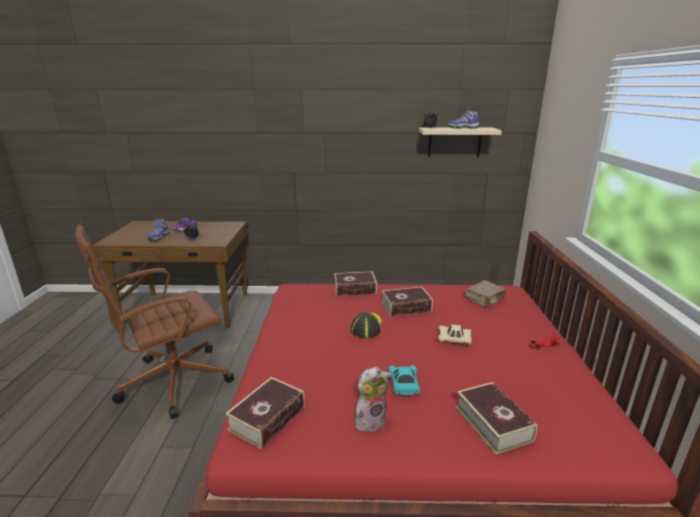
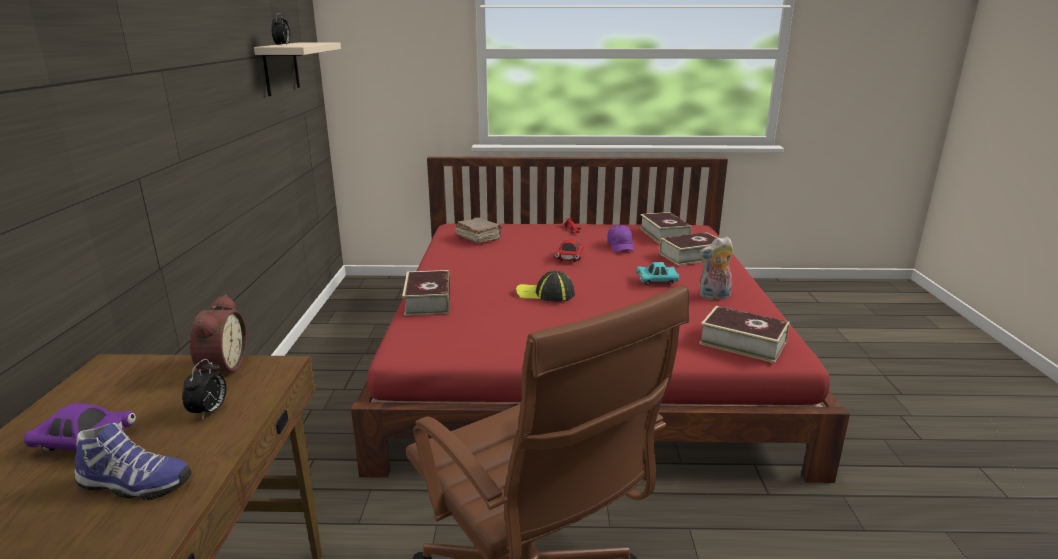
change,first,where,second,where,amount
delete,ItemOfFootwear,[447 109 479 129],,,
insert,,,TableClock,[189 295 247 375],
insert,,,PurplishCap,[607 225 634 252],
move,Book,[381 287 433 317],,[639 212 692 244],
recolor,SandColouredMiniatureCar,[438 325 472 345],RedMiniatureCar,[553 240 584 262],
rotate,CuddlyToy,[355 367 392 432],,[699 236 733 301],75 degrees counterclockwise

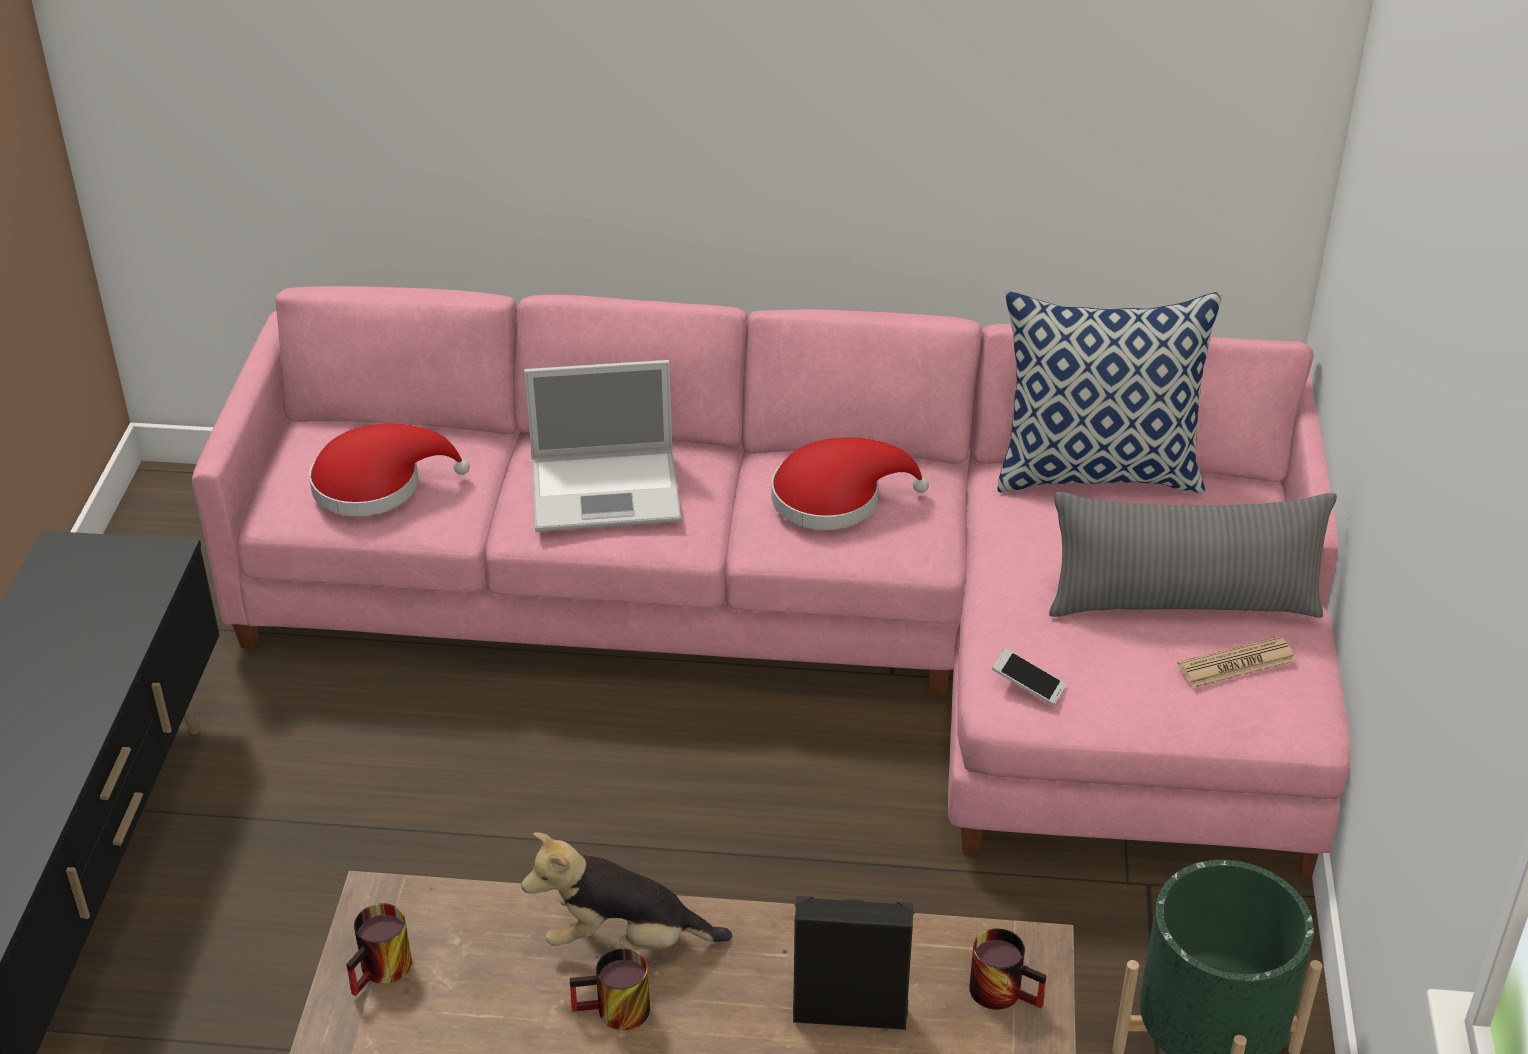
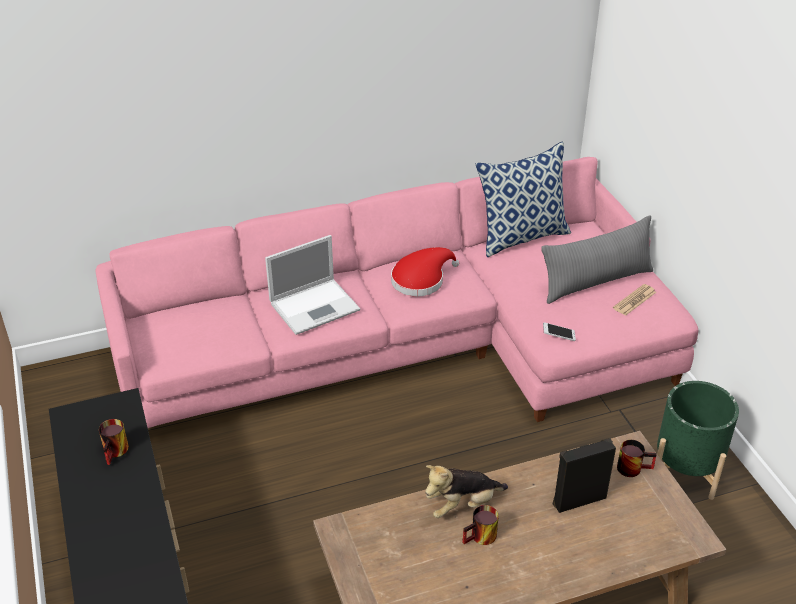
change,first,where,second,where,amount
delete,RedHat,[309 423 470 516],,,
move,CoffeeMug,[346 903 412 996],,[99 419 129 465],

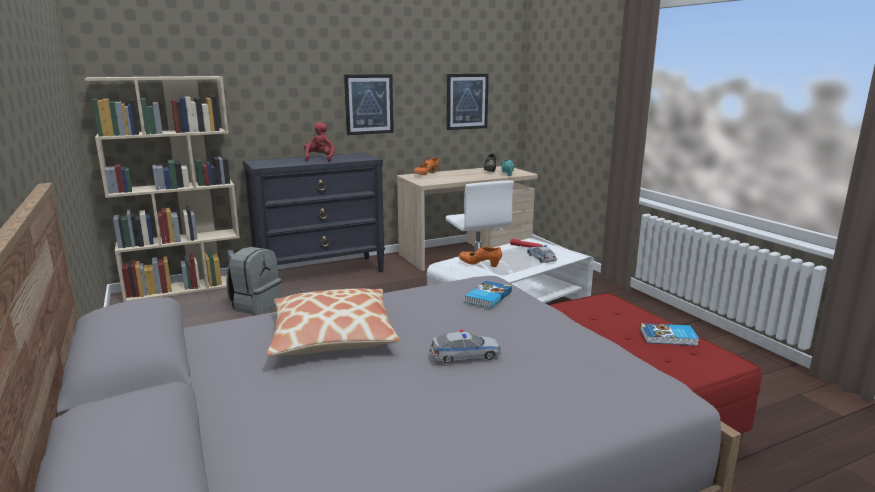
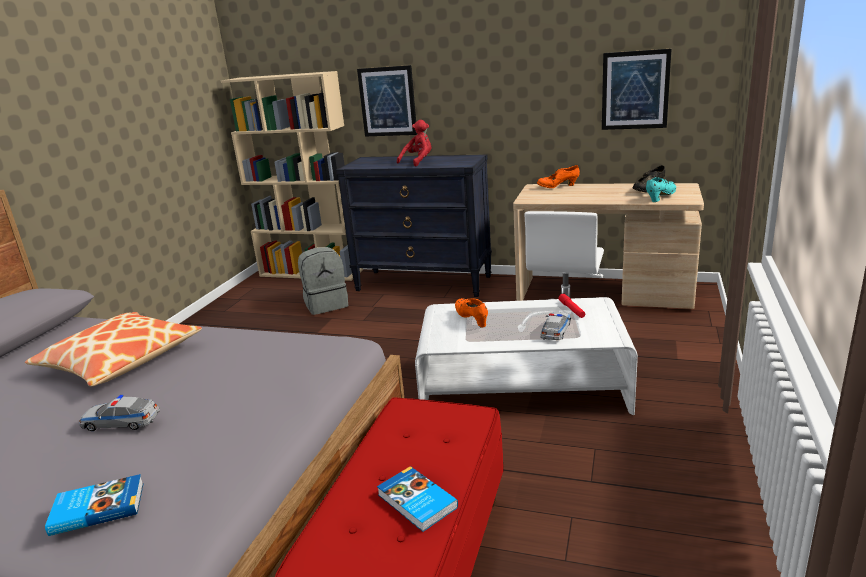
change,first,where,second,where,amount
move,WallArt,[344 74 394 135],,[357 65 417 136],
move,Book,[464 281 512 308],,[45 474 144 536],
rotate,MiniatureCar,[429 329 501 363],,[79 395 160 431],150 degrees clockwise

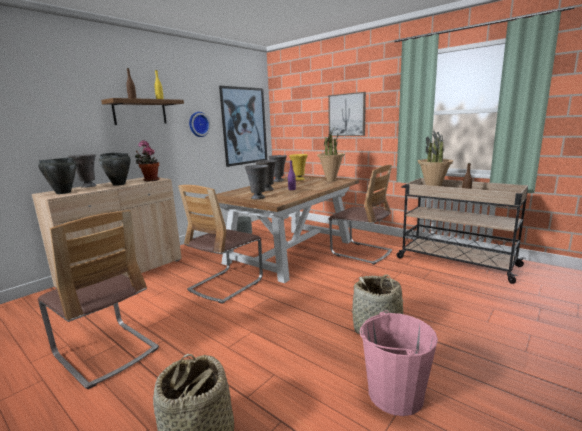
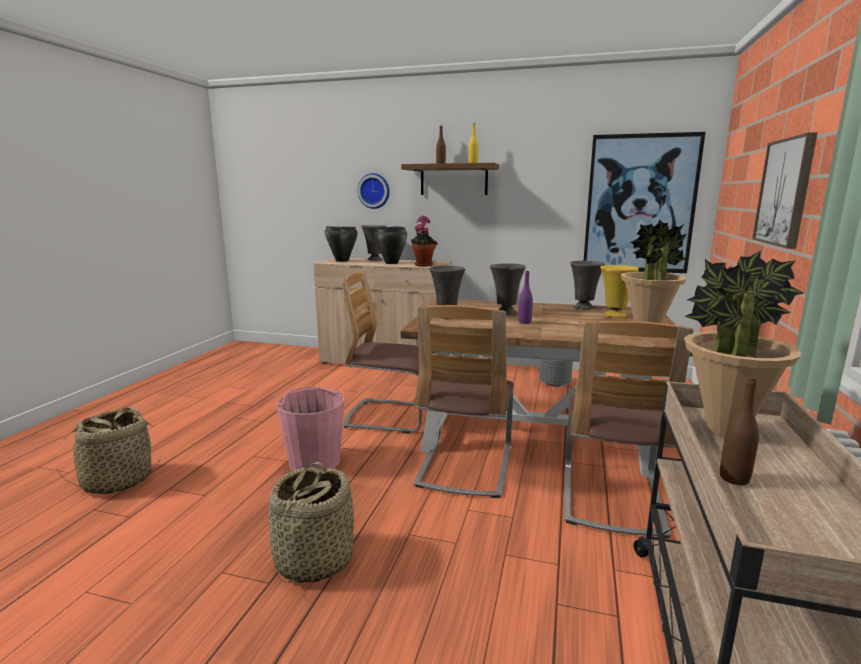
change,first,where,second,where,amount
move,Chair,[37 210 159 389],,[414 305 514 498],
move,WallClock,[189 112 211 137],,[357 173 390 209],
move,PinkWaterBucket,[360 310 438 416],,[276 387 344 471],

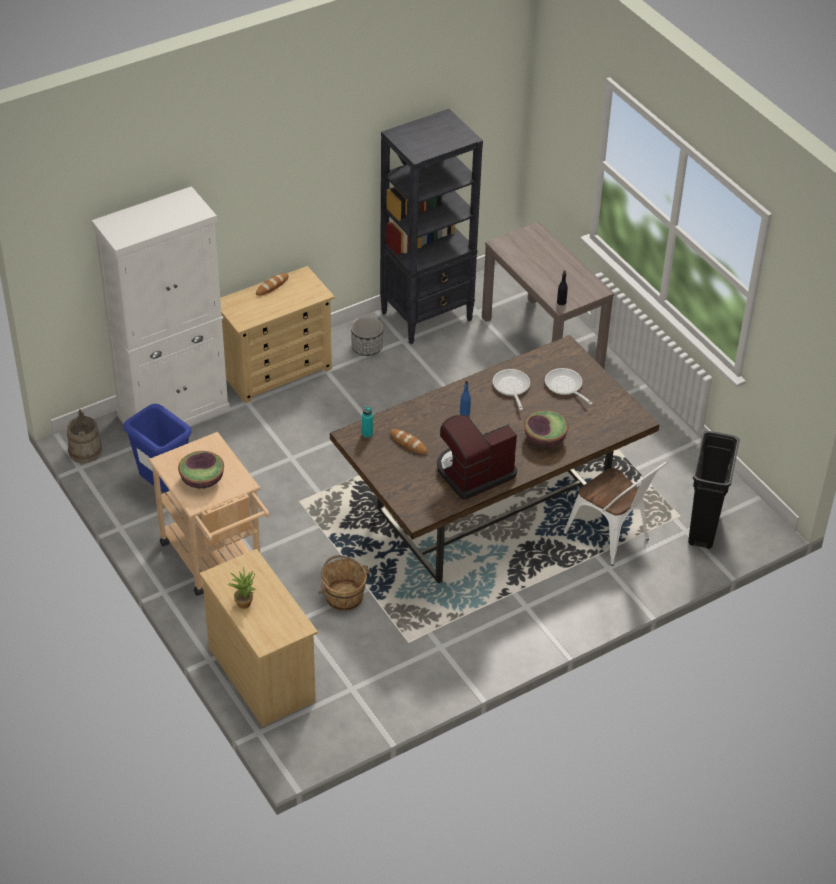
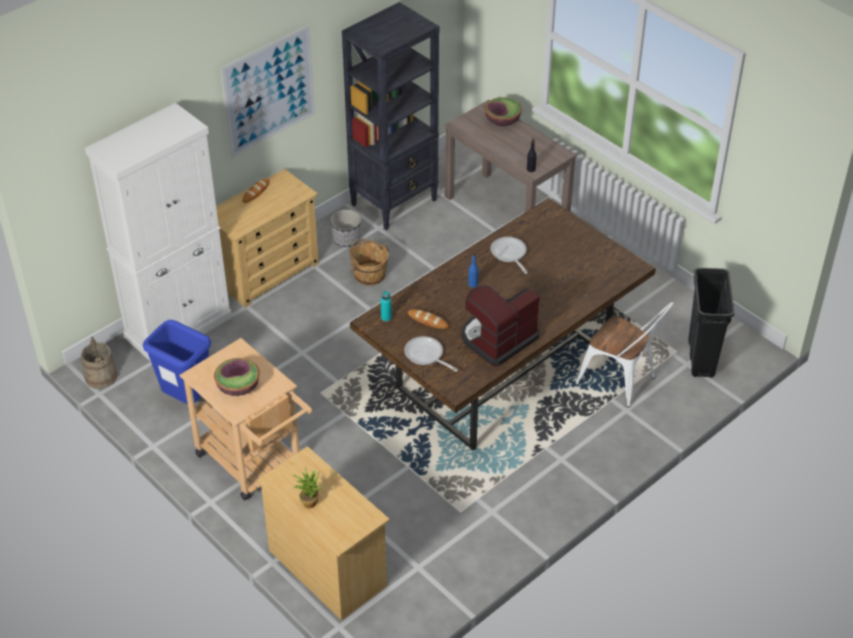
change,first,where,second,where,amount
insert,,,WallArt,[221 25 315 158],
move,BrownColouredWaterBucket,[318 555 371 611],,[349 239 389 286],
move,ServingBowl,[524 410 568 447],,[485 97 522 126],
move,Pan,[545 368 593 405],,[404 336 458 372],

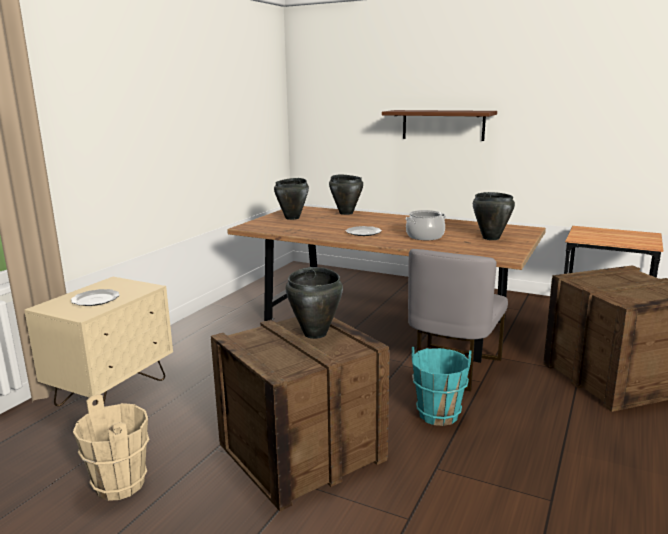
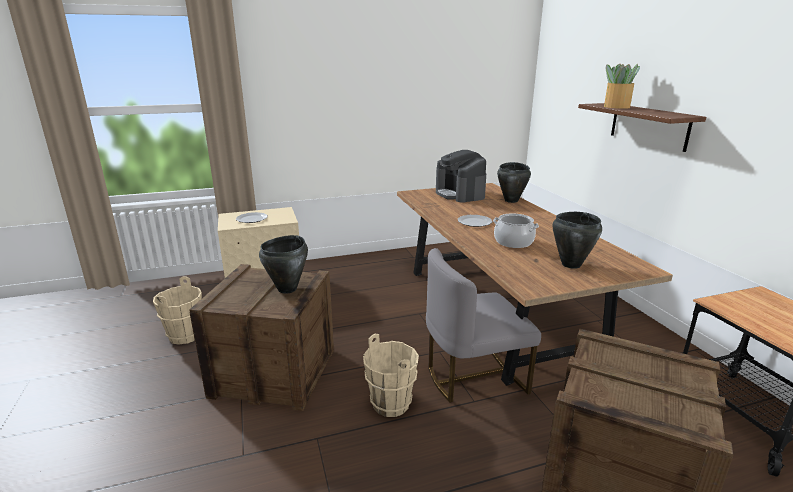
change,first,where,second,where,amount
insert,,,Houseplant,[604 64 640 109],
replace,BlackishSaucepot,[274 178 309 220],CoffeeMaker,[436 150 486 203],
recolor,BlueGreenWaterBucket,[412 347 472 426],SandColouredWaterBucket,[363 334 419 417],

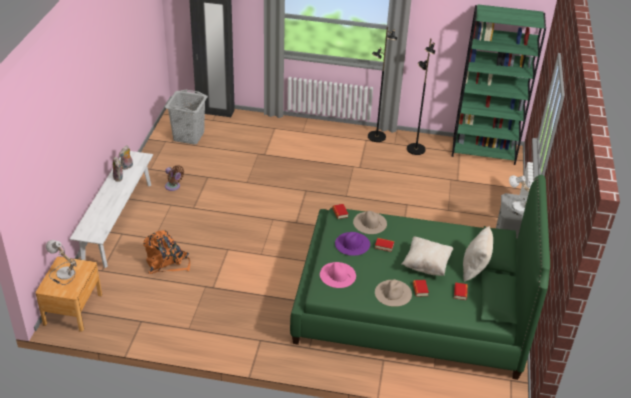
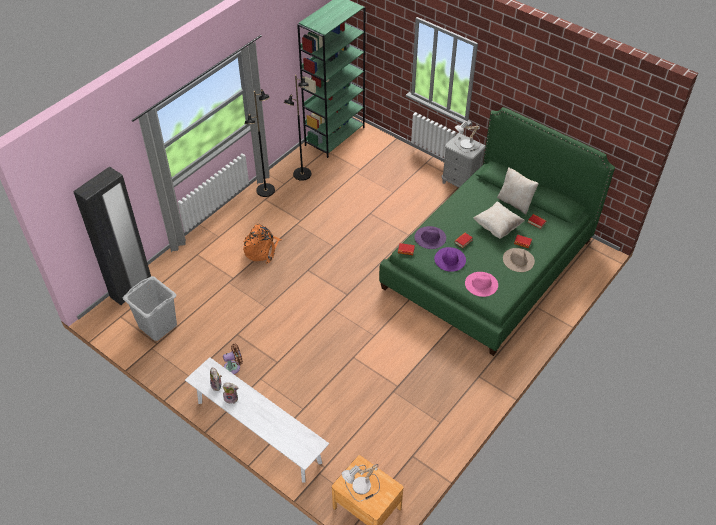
change,first,where,second,where,amount
move,OrangeyKnapsack,[143 230 190 274],,[243 224 282 264],
recolor,SandColouredHat,[353 211 387 234],PurplishHat,[415 226 446 249],

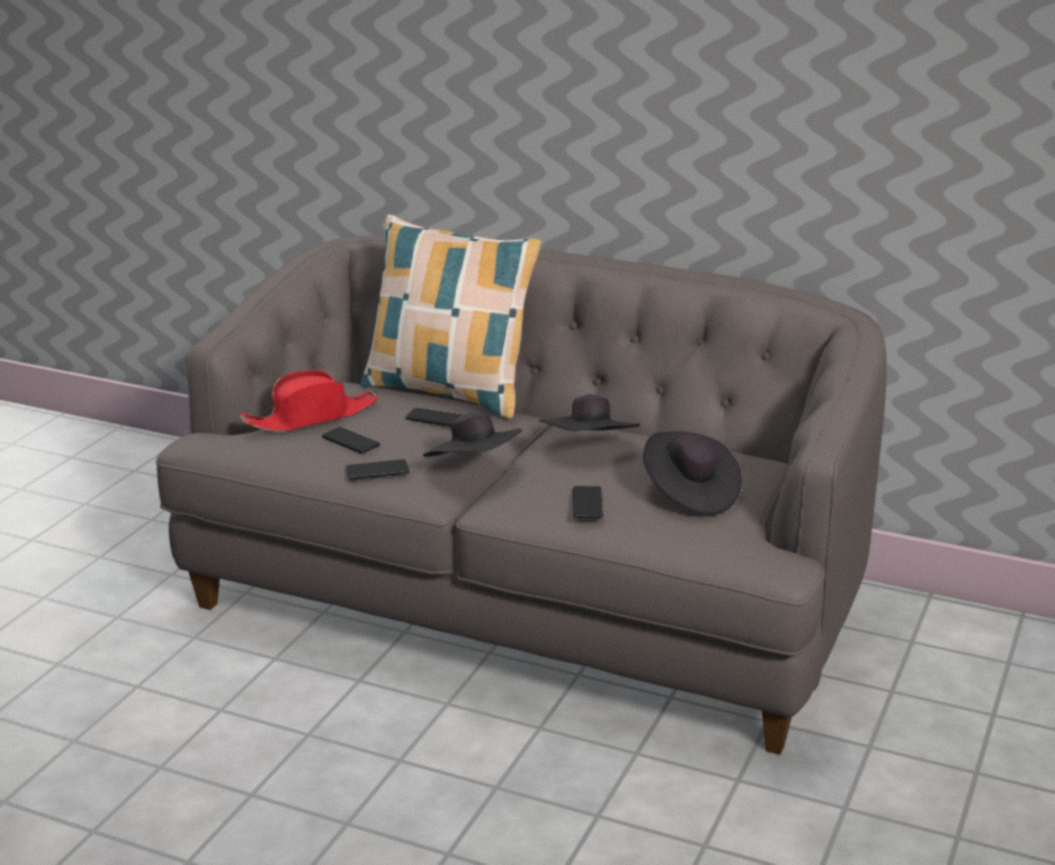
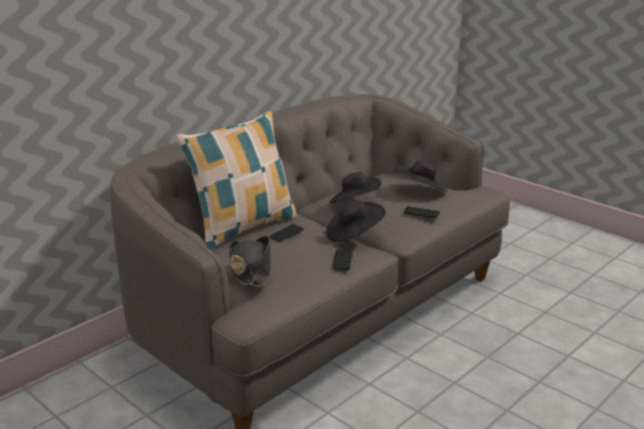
change,first,where,second,where,amount
delete,Telephone,[322 427 380 453],,,
recolor,RedHat,[240 370 378 432],BlackishHat,[229 236 271 287],

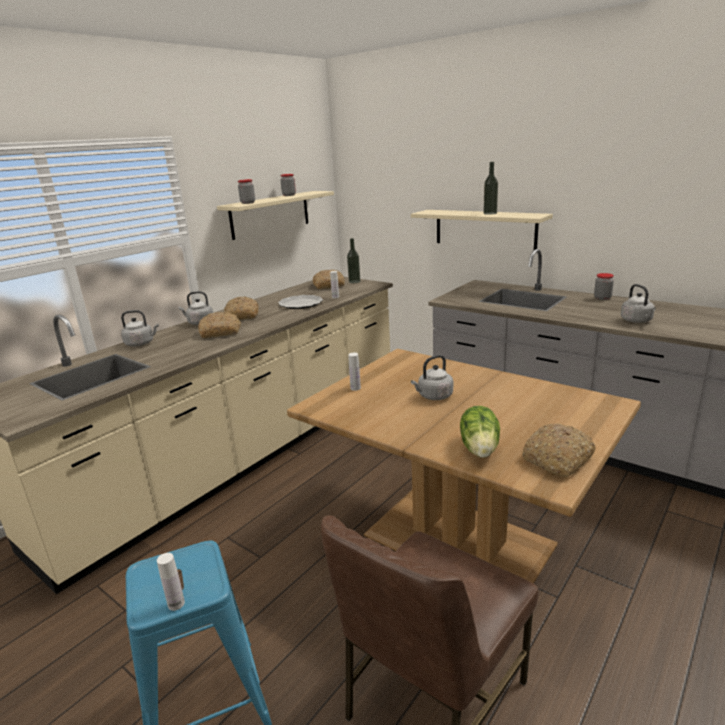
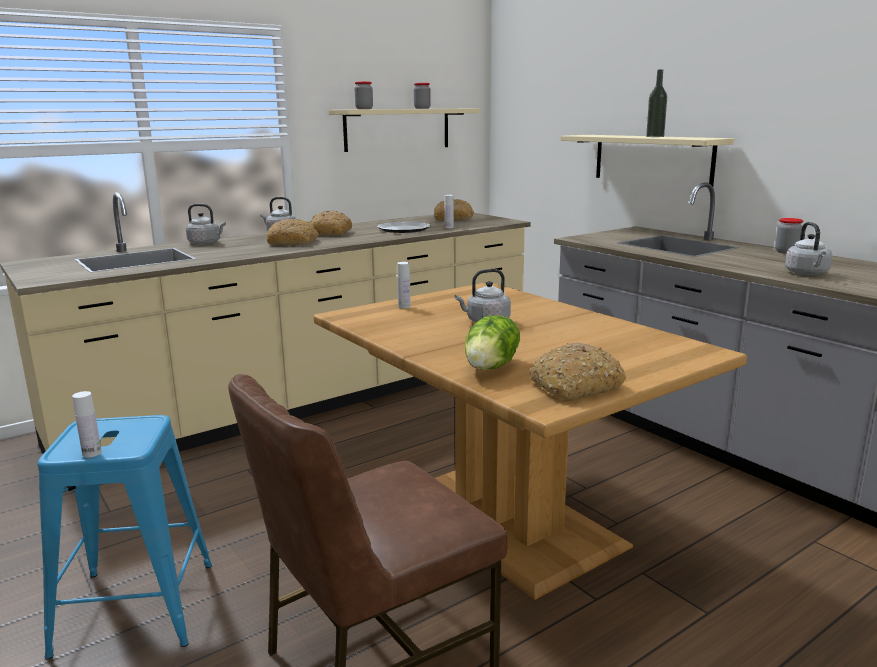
change,first,where,second,where,amount
delete,DrinkBottle,[347 238 360 283],,,

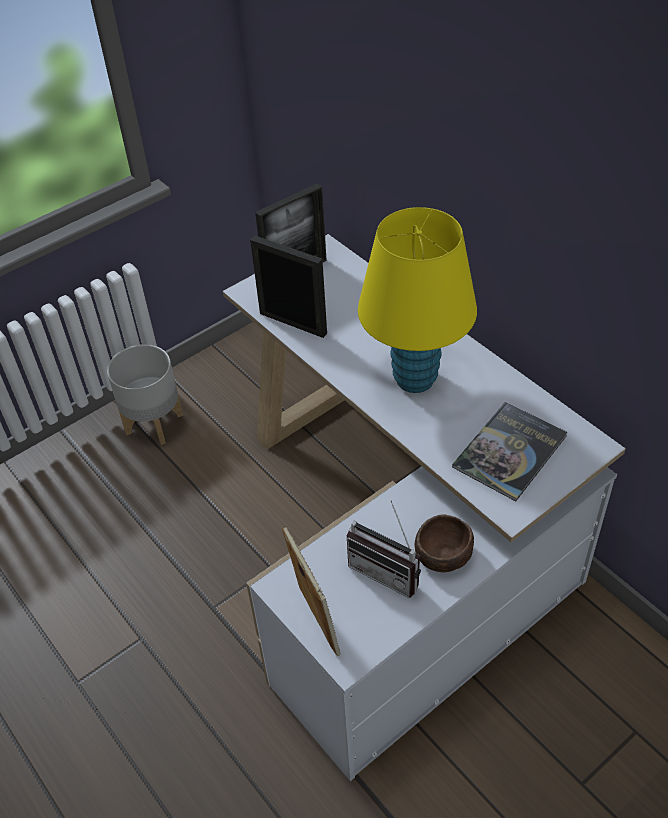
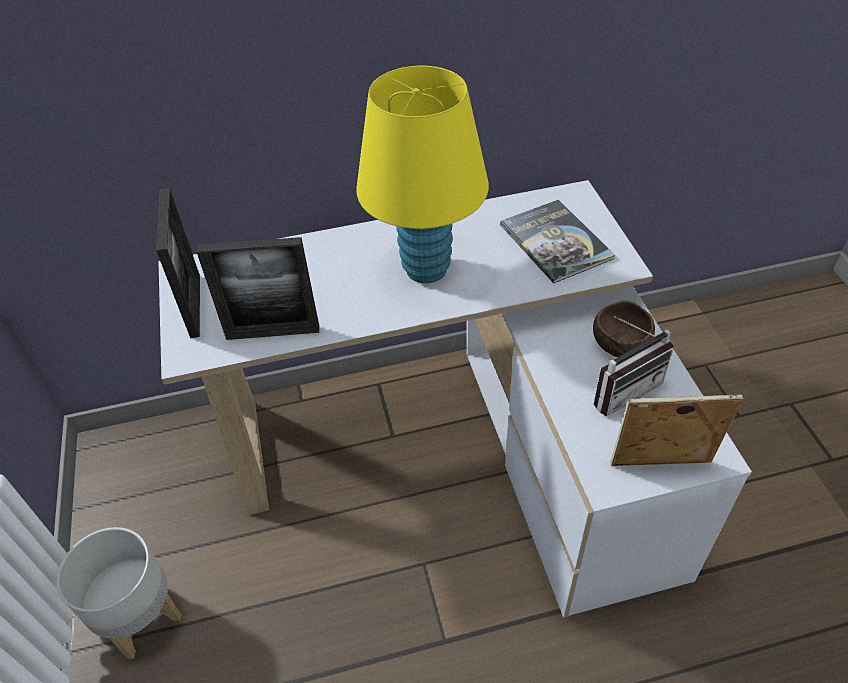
change,first,where,second,where,amount
rotate,StandingFrame,[250 236 327 338],,[197 237 319 340],150 degrees counterclockwise

